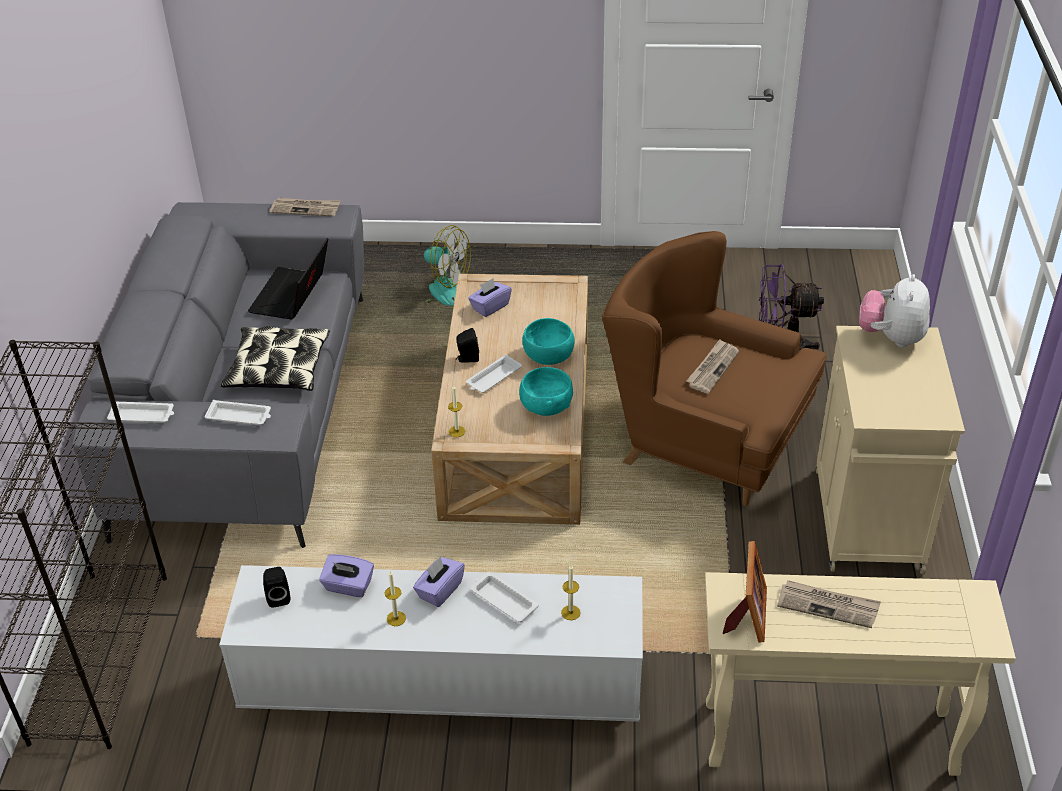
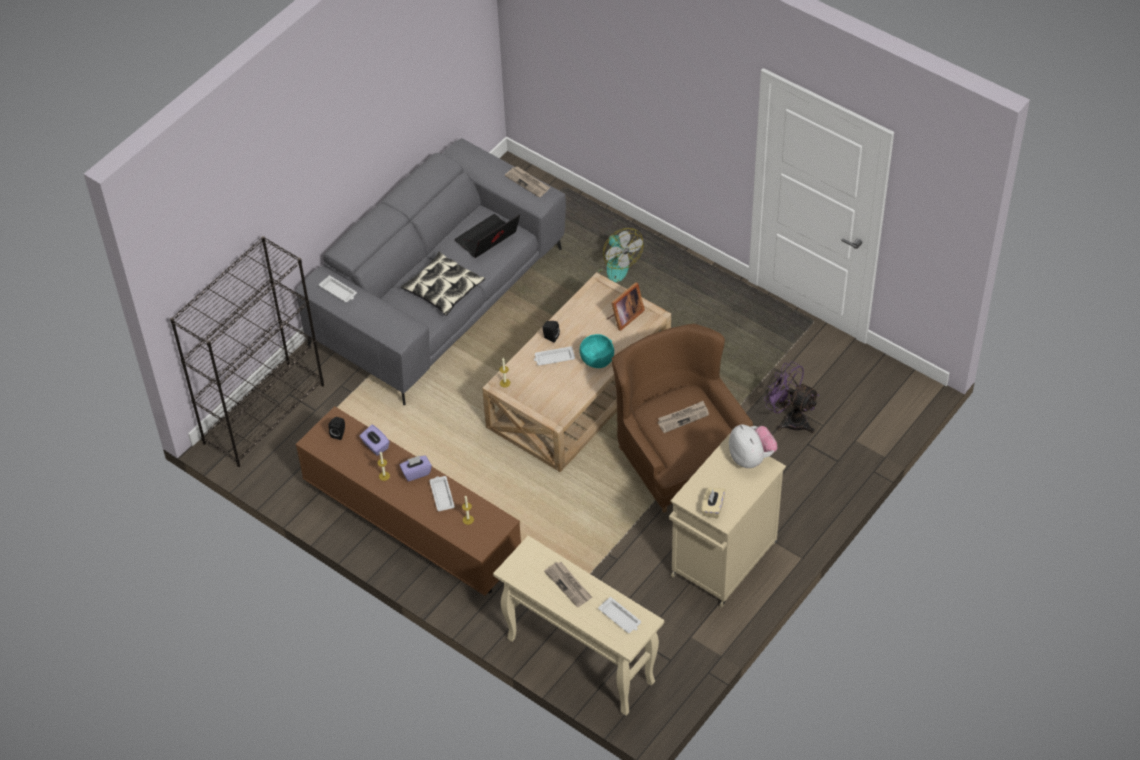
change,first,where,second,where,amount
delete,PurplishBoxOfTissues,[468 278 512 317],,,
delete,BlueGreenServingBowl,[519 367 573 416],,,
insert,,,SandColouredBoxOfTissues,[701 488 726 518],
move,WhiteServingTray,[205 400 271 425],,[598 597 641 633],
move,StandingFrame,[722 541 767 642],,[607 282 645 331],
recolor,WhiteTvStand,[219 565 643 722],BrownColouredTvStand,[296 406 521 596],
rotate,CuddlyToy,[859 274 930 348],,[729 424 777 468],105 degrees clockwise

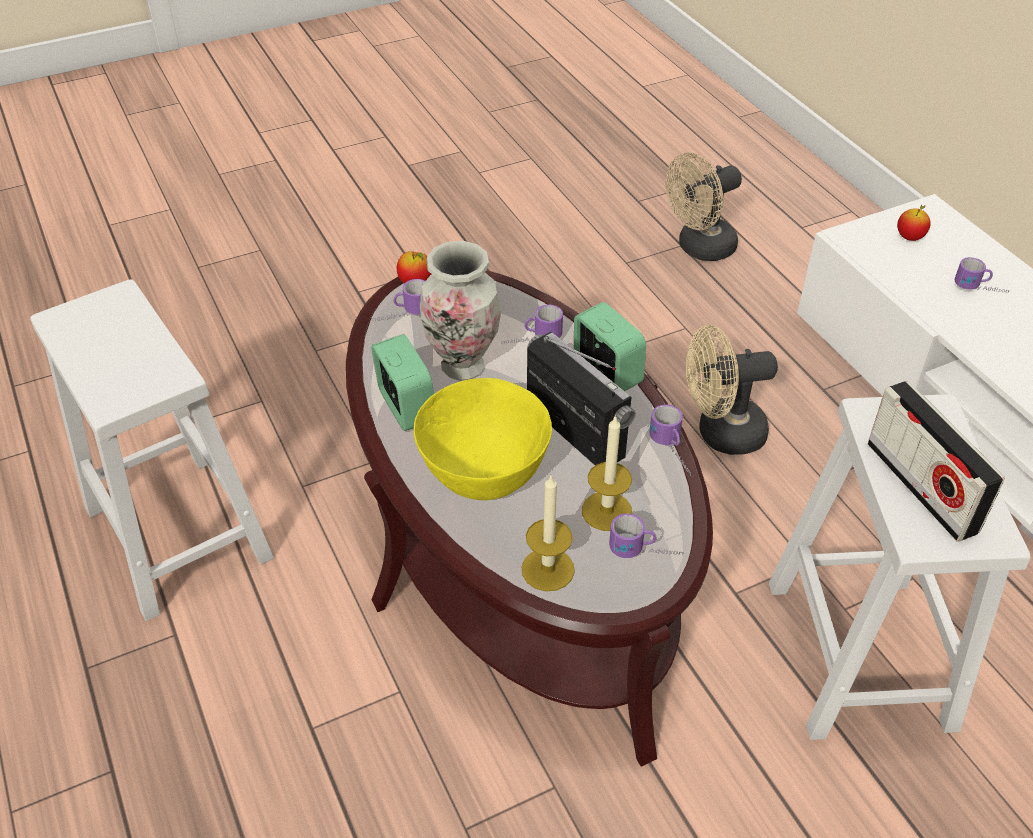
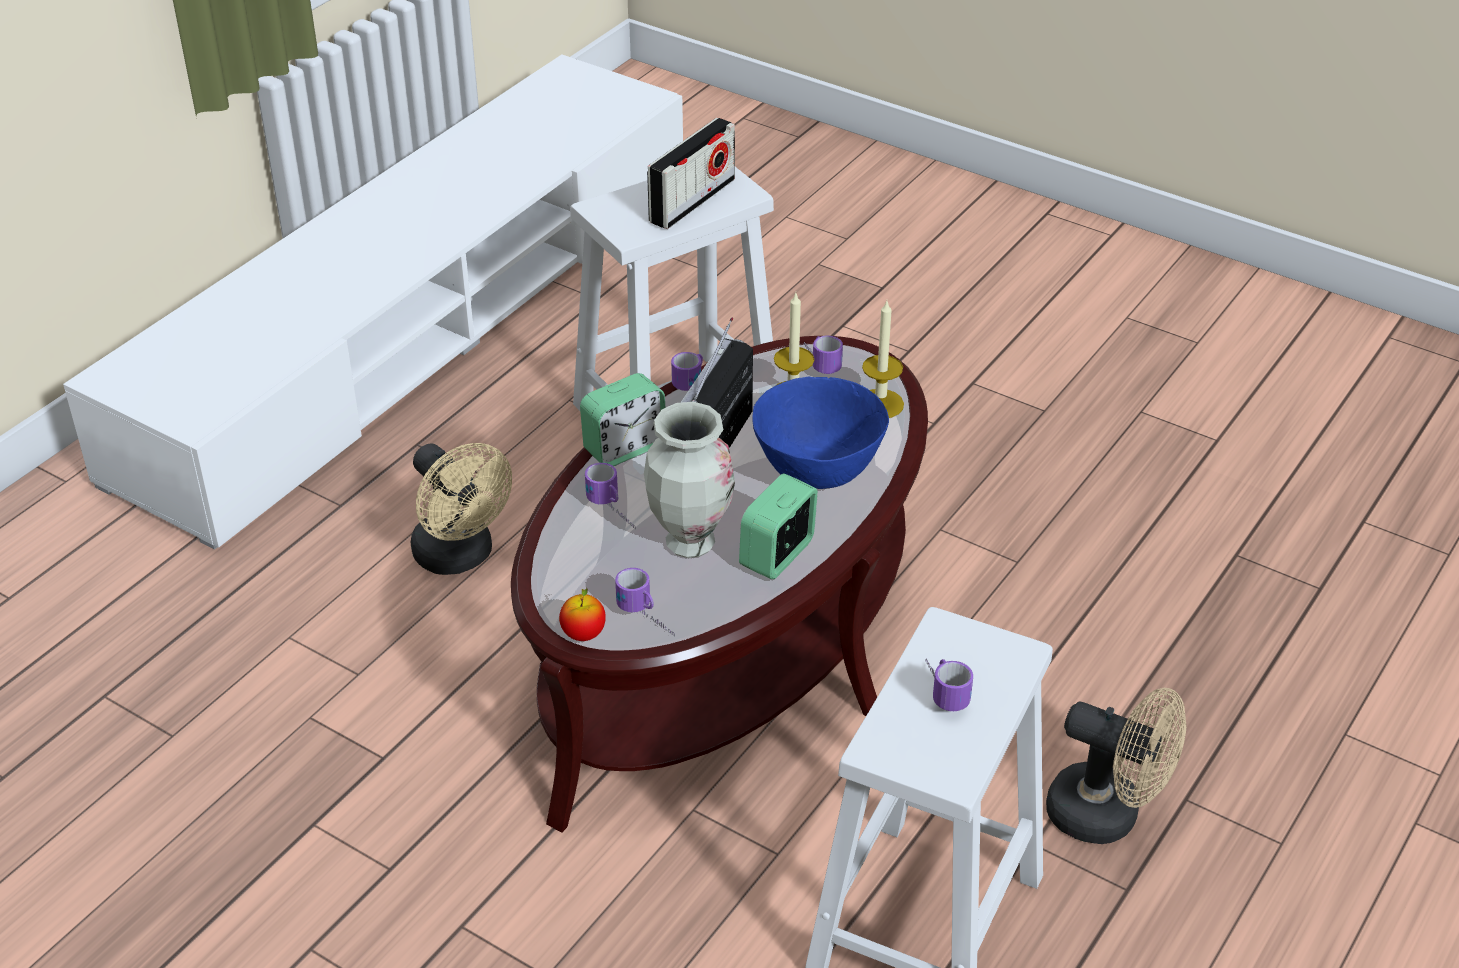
change,first,where,second,where,amount
delete,WholeApple,[897 204 931 241],,,
move,SandColouredElectricFan,[665 153 742 261],,[1046 688 1187 844],
move,CoffeeMug,[955 257 1009 293],,[926 658 973 711],
recolor,YellowColouredServingBowl,[413 378 552 500],BluishServingBowl,[752 377 889 489],
rotate,TableClock,[574 302 646 391],,[580 373 665 466],150 degrees counterclockwise

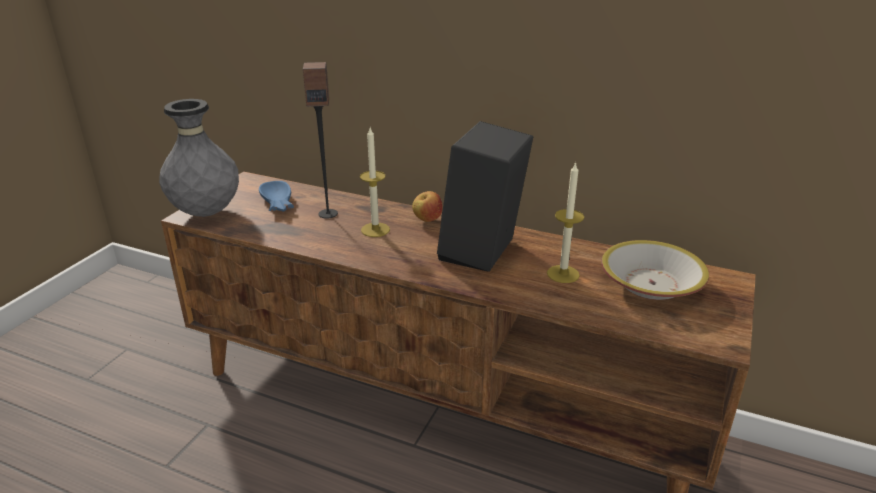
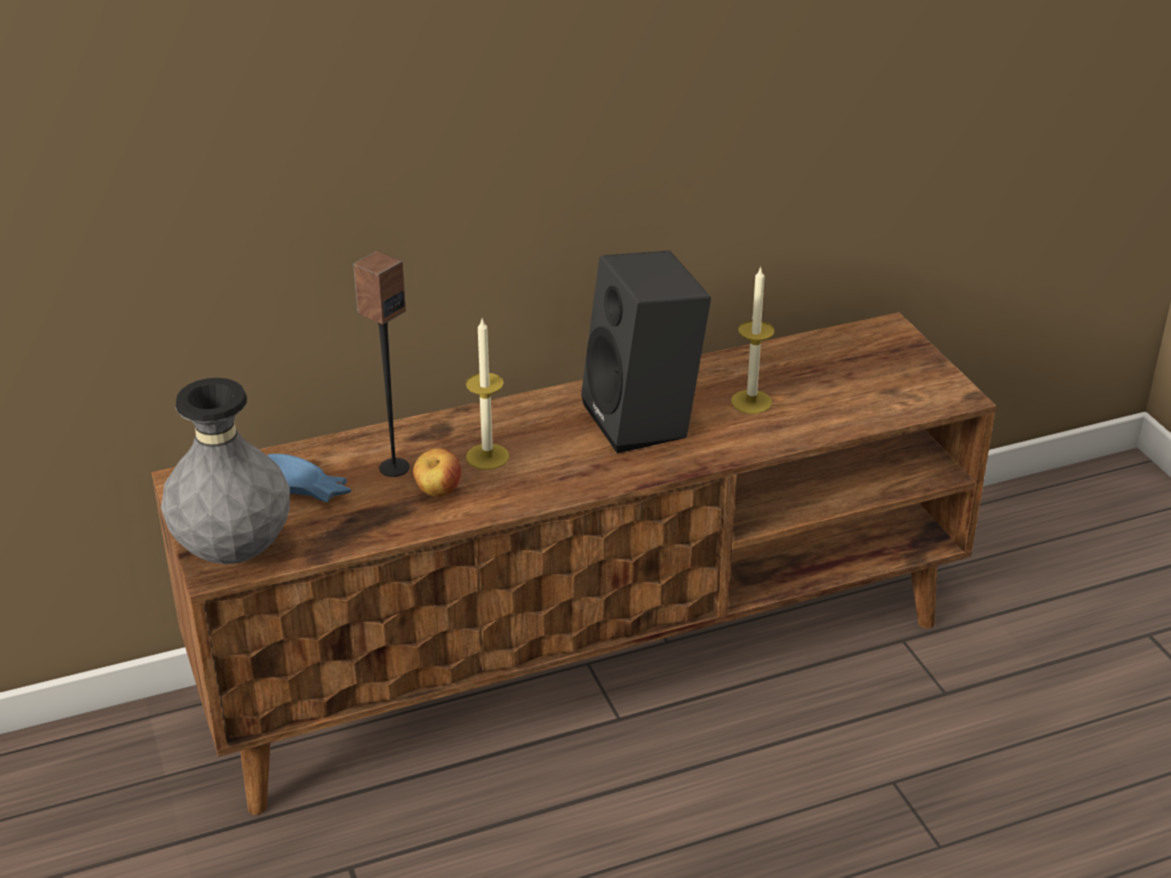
change,first,where,second,where,amount
delete,ServingBowl,[601 240 709 300],,,
move,WholeApple,[412 191 442 222],,[413 448 461 497],

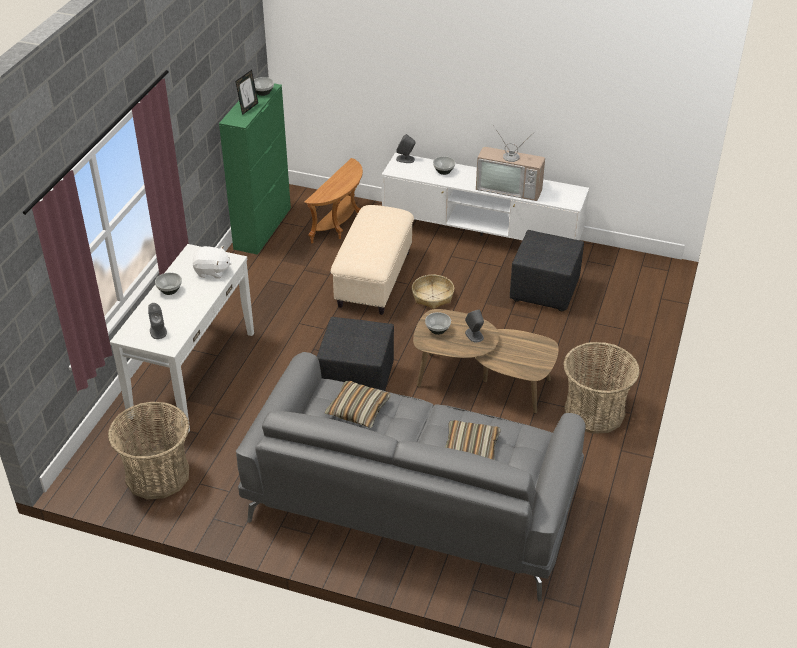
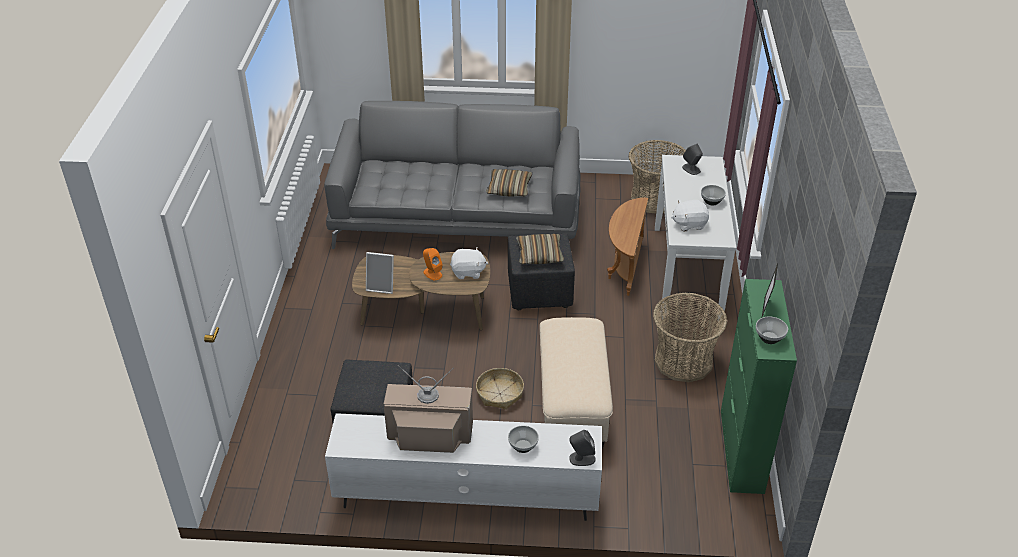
change,first,where,second,where,amount
insert,,,StandingFrame,[366 252 394 294],
move,BrownColouredEndTable,[304 158 363 243],,[607 197 648 296],
move,ThrowPillow,[445 420 501 460],,[516 234 564 264],
move,HouseholdBasket,[563 342 640 434],,[653 293 727 382],
replace,ServingBowl,[425 312 451 335],WhiteCuddlyToy,[450 247 488 279],
recolor,GrayAudioSpeaker,[465 309 484 342],OrangeyAudioSpeaker,[423 248 443 280],

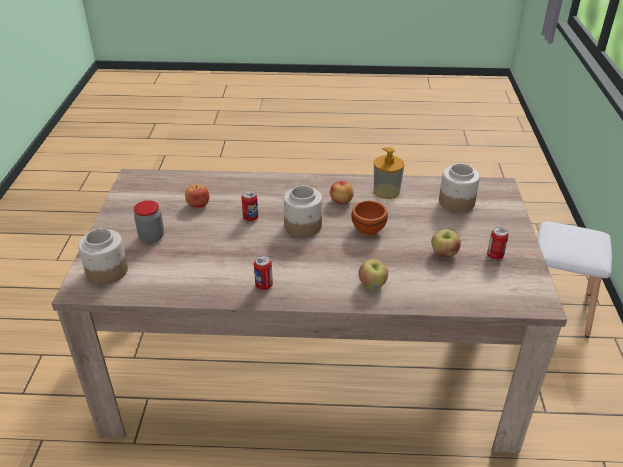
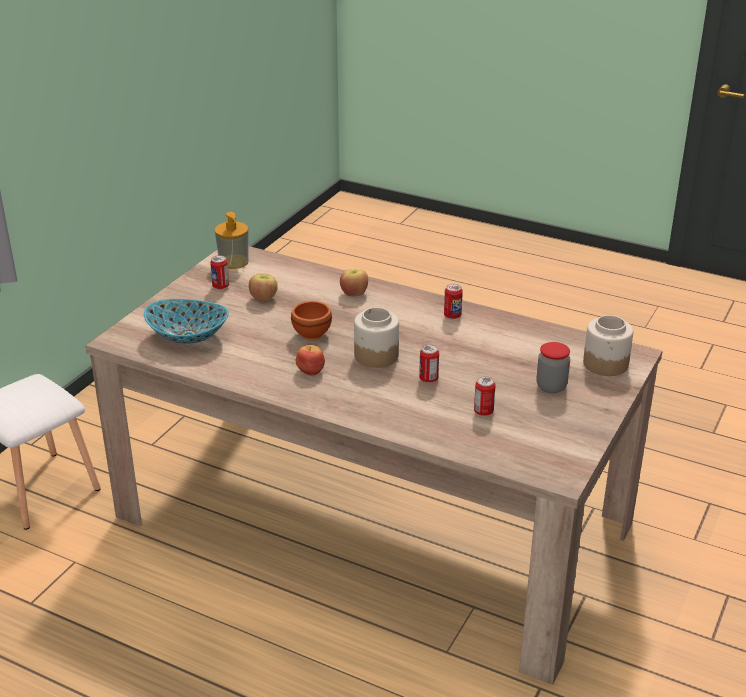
change,first,where,second,where,amount
move,LiquidSoapBottle,[374 148 404 199],,[215 212 249 269],
replace,WholeApple,[185 184 209 208],Can,[474 376 496 416],
replace,StorageJar,[439 163 480 213],ServingBowl,[144 299 229 344],

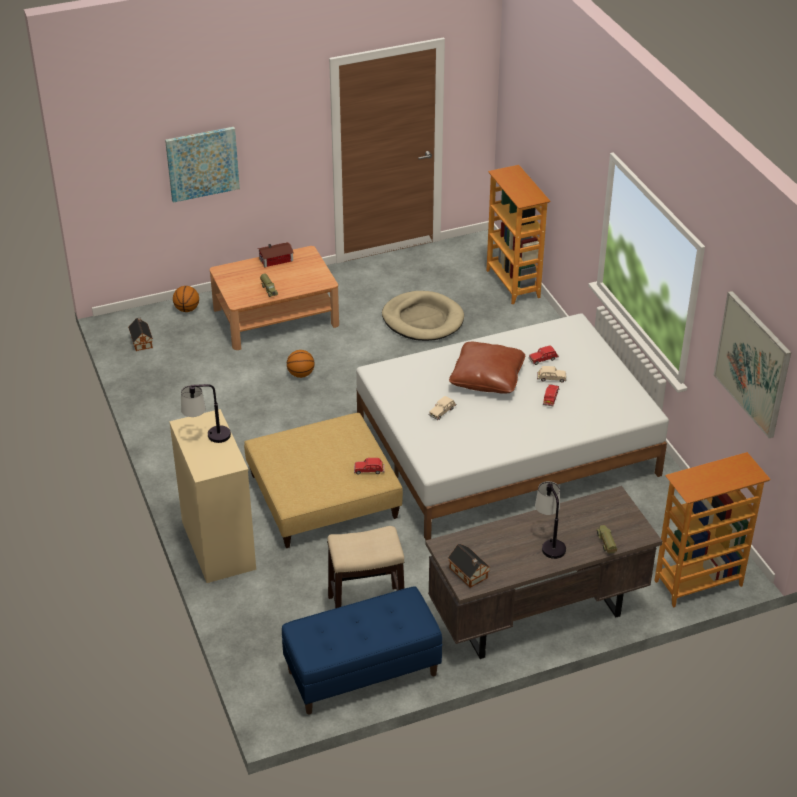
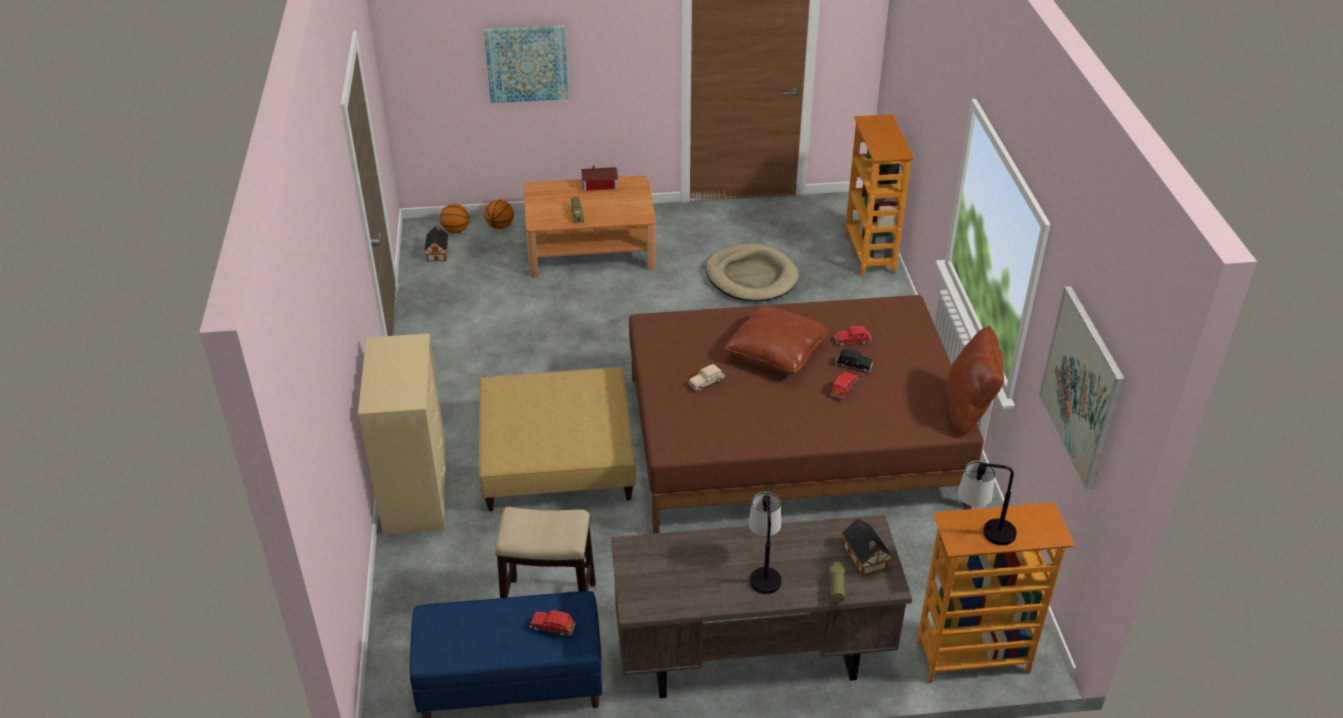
change,first,where,second,where,amount
insert,,,BrownColouredThrowPillow,[946 326 1004 436],
move,LampForATable,[181 384 231 443],,[958 461 1017 545],
move,BasketballBall,[287 350 315 378],,[440 204 470 233],
move,RedMiniatureCar,[354 458 385 475],,[529 610 576 636],
move,MiniatureHouse,[448 544 490 588],,[842 518 892 576],
recolor,WhiteBedroomBed,[356 313 669 540],BrownColouredBedroomBed,[629 295 984 534],
recolor,SandColouredMiniatureCar,[537 366 566 383],BlackishMiniatureCar,[835 349 873 373],

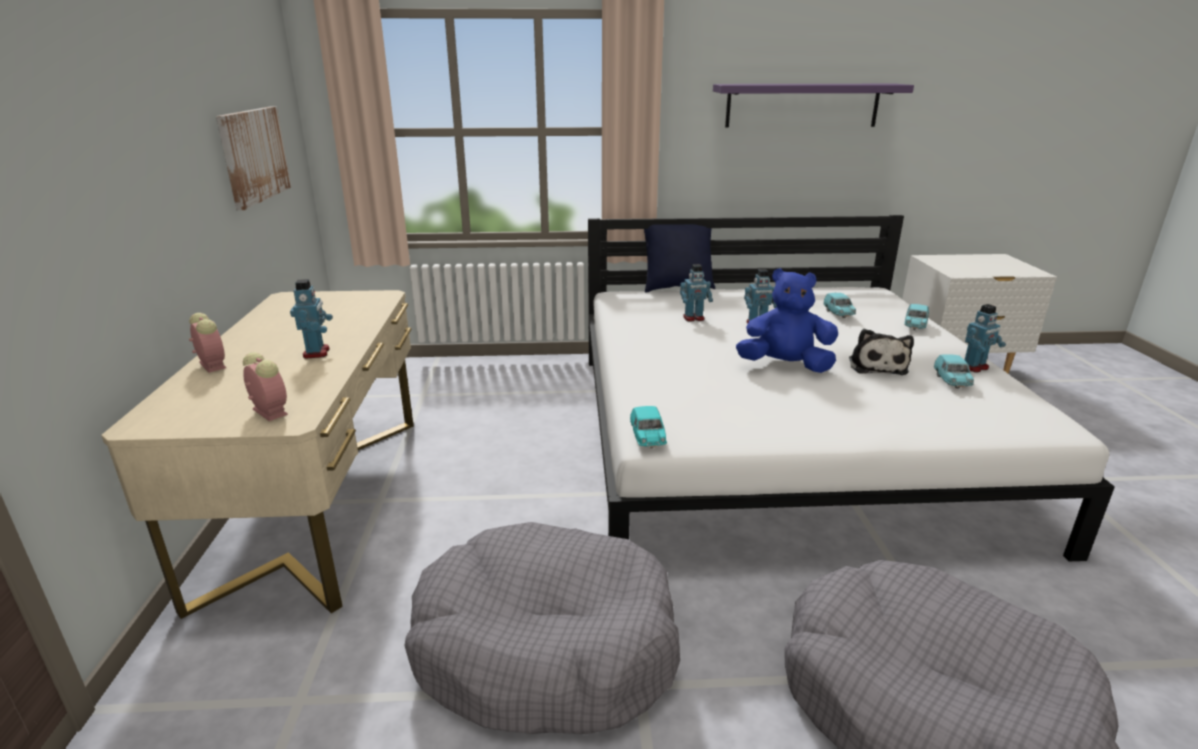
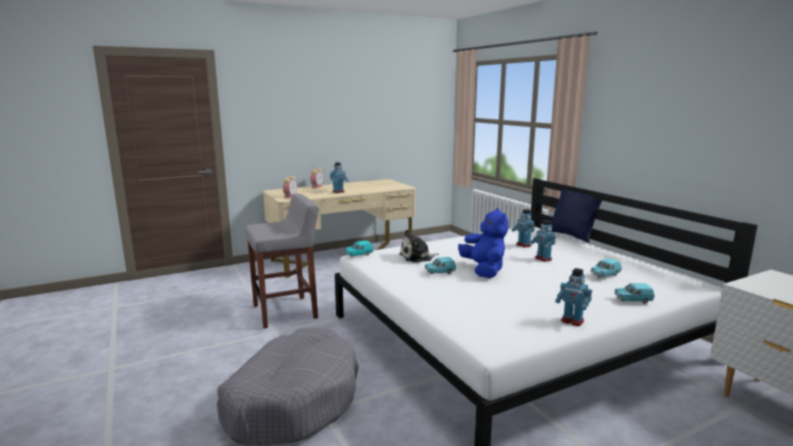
change,first,where,second,where,amount
delete,WallArt,[216 107 291 210],,,
delete,PurplishBracketShelf,[713 84 914 128],,,
move,CuddlyToy,[849 329 914 375],,[399 230 439 263],
move,BlueGreenMiniatureCar,[934 354 974 388],,[425 257 456 274],
replace,GrayDogCushion,[405 522 680 734],GraySittingStool,[245 194 319 328],

